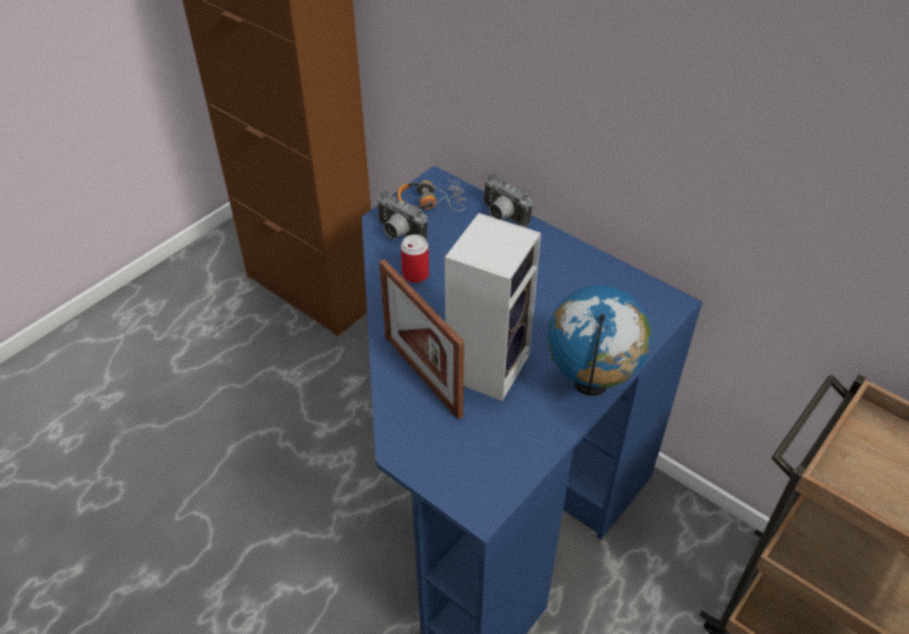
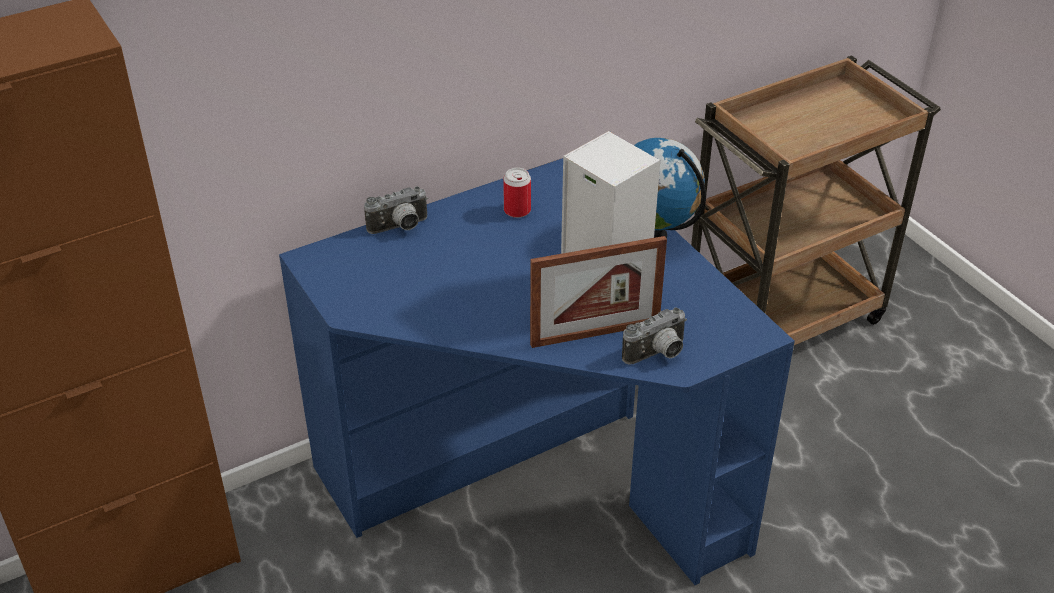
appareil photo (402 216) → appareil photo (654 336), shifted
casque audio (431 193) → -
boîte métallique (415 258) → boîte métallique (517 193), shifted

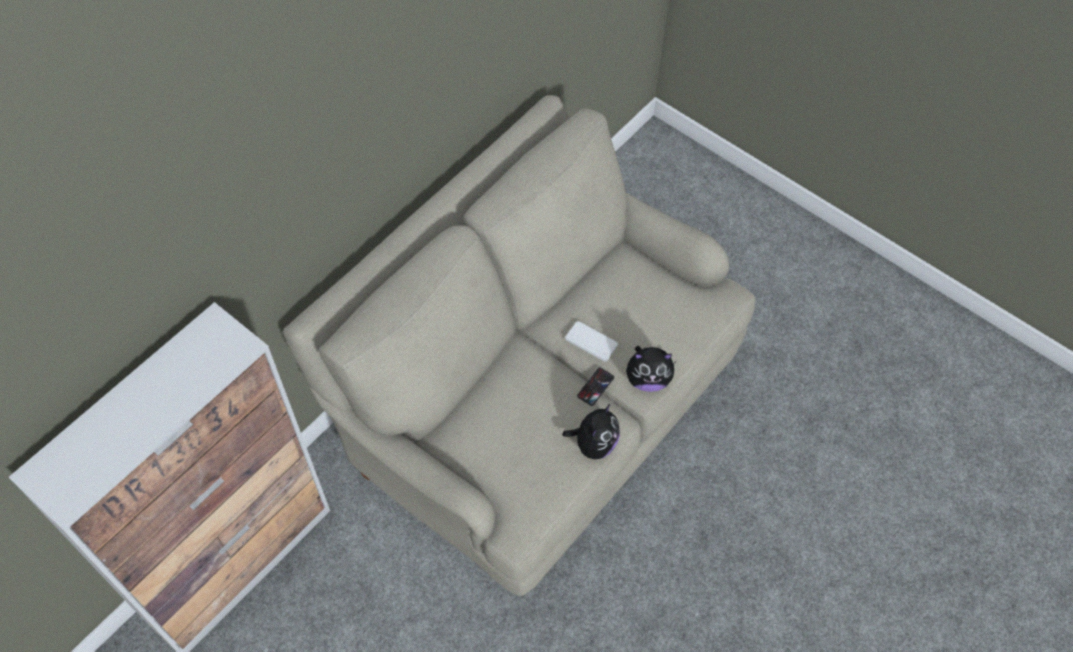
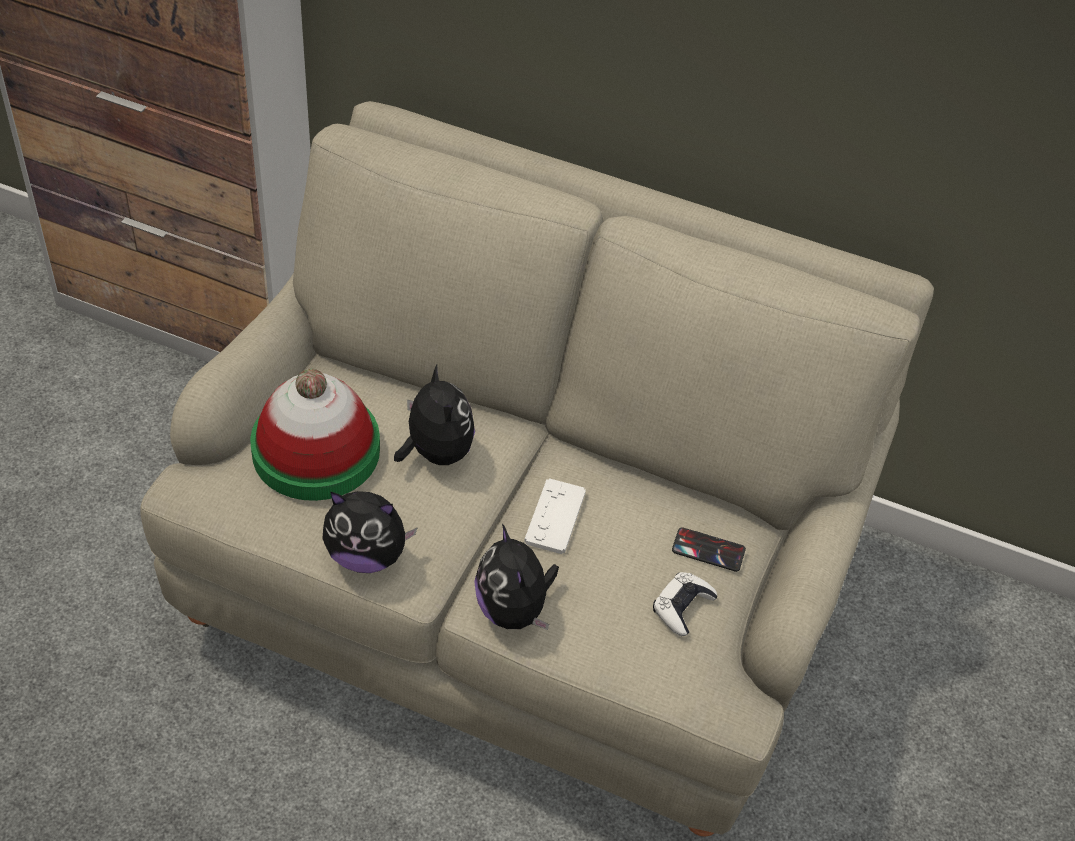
téléphone (595 387) → téléphone (709 549), shifted
- → chapeau (315 434)
- → peluche (434 415)
- → manette/blanc (685 604)

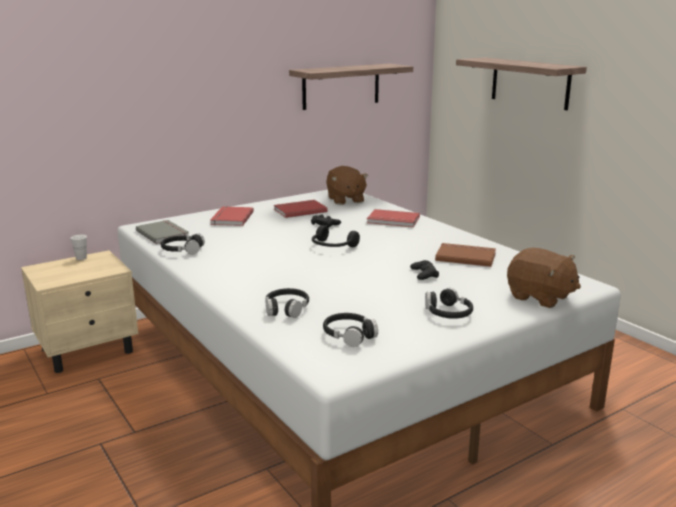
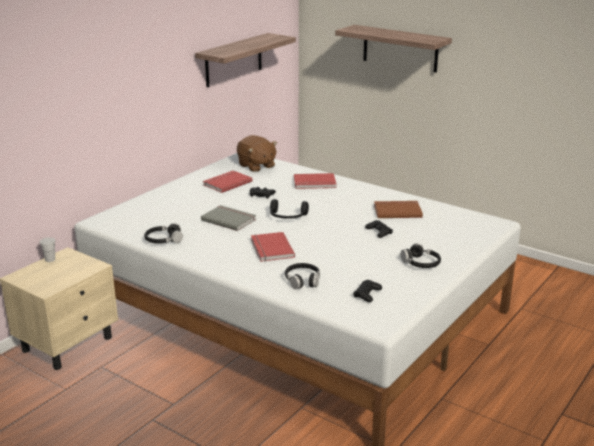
livre/gris (162 232) → livre/gris (228 218), shifted
livre/rouge (232 216) → livre/rouge (273 247), shifted
casque audio/noir (350 330) → manette/noir (367 291)
peluche/marron (544 278) → -

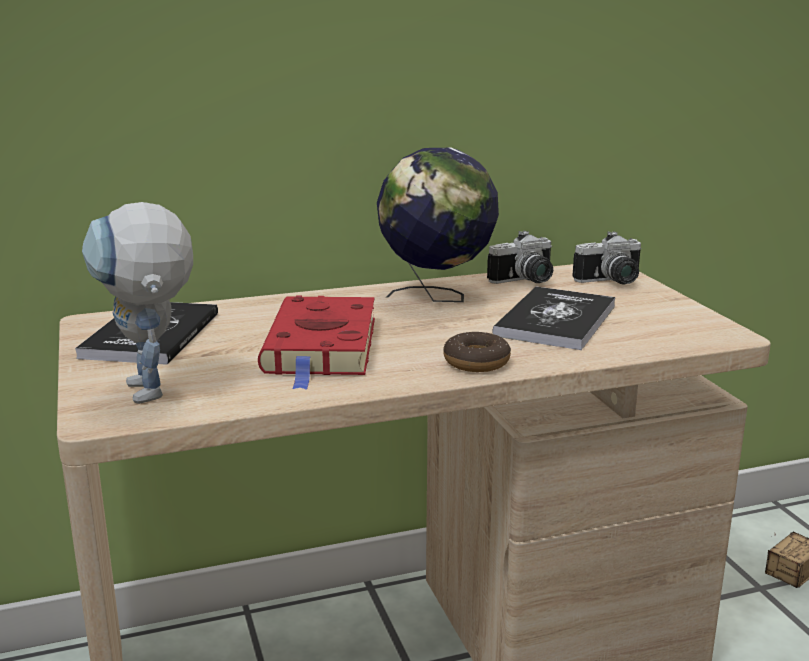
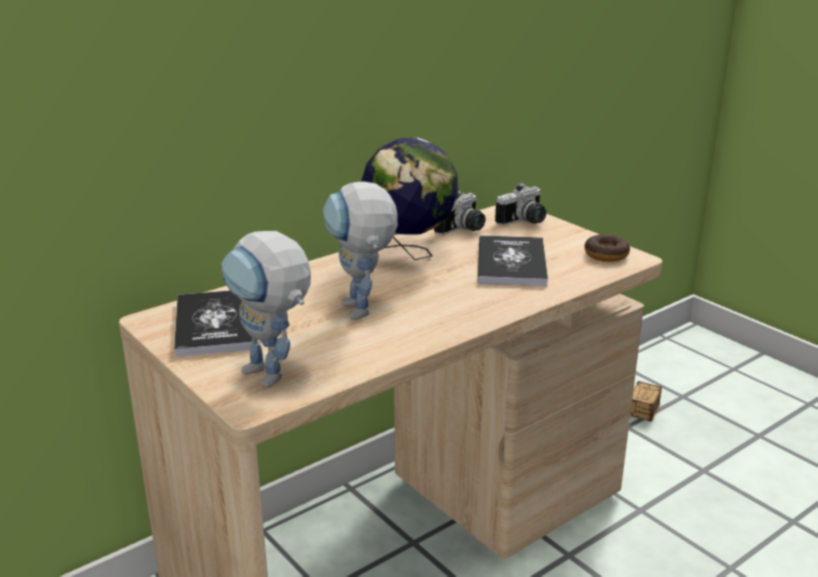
livre/rouge (316 343) → robot jouet (360 251)
beignet (477 352) → beignet (607 248), shifted

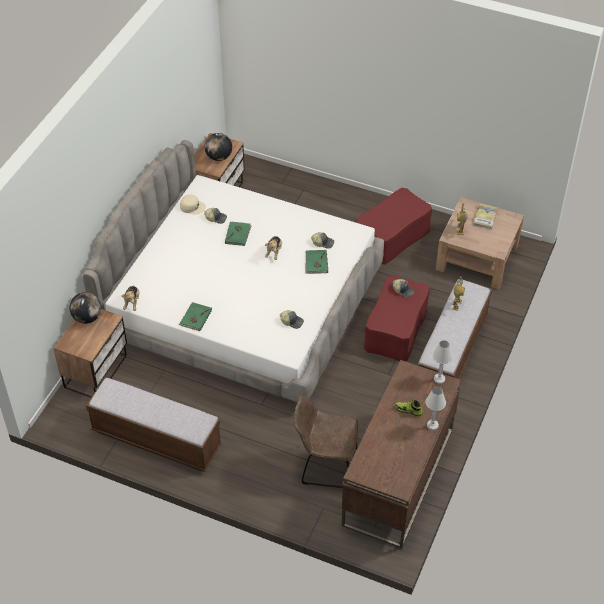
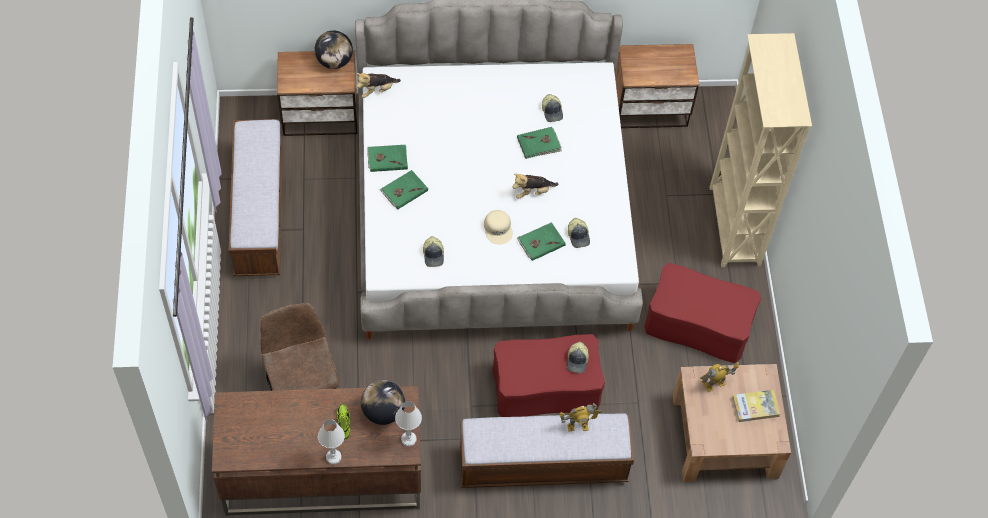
casquette/beige (193 204) → casquette/beige (498 227), shifted
globe (218 147) → globe (383 402), shifted
- → livre/vert (404 189)
- → bibliothèque/beige (760 150)

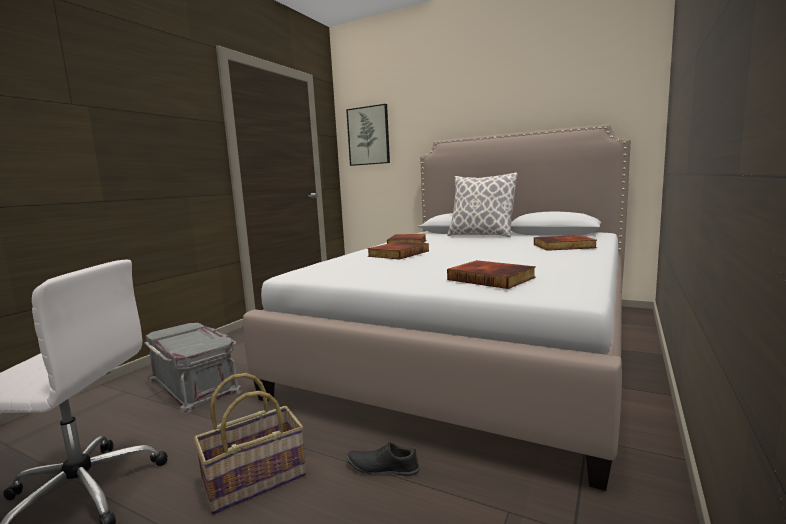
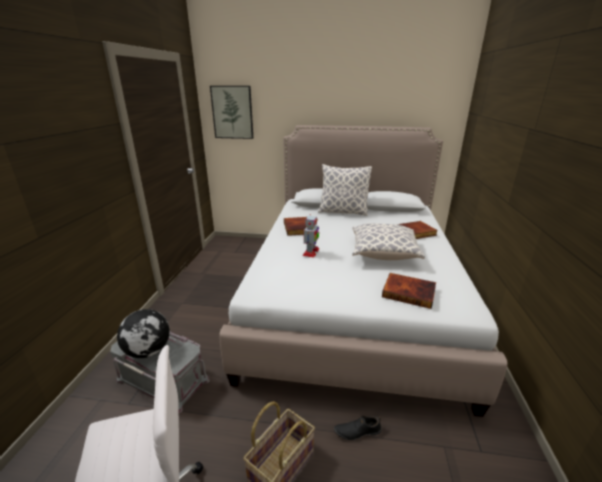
livre (398 251) → robot jouet (310 236)
- → globe (143 333)
- → coussin (388 241)

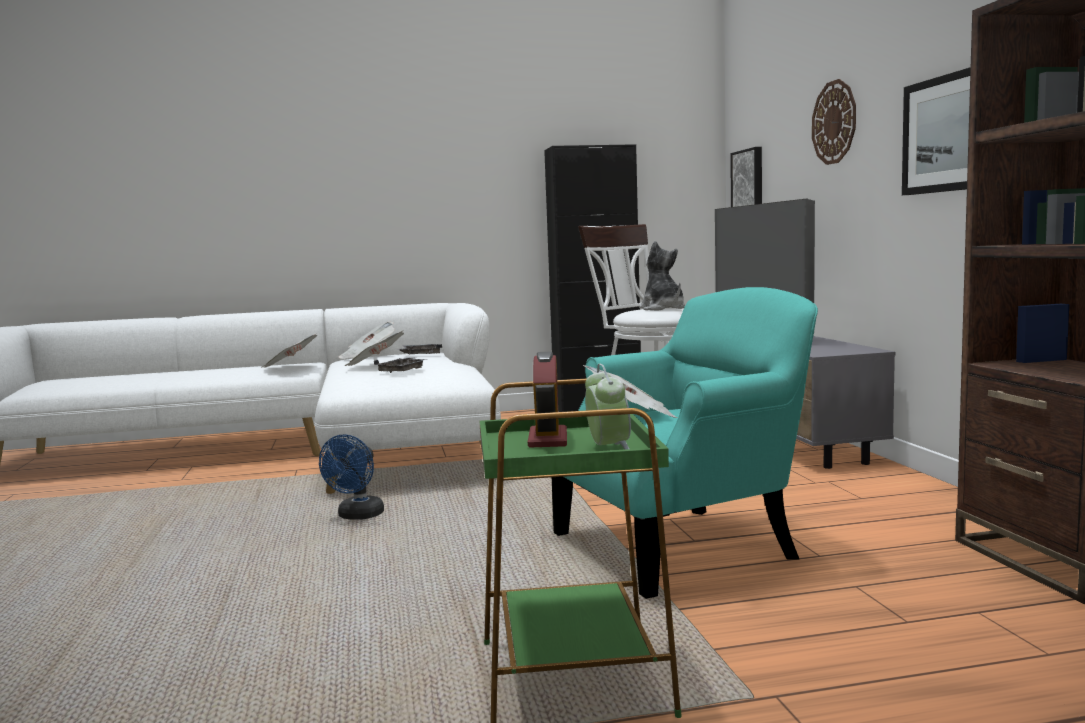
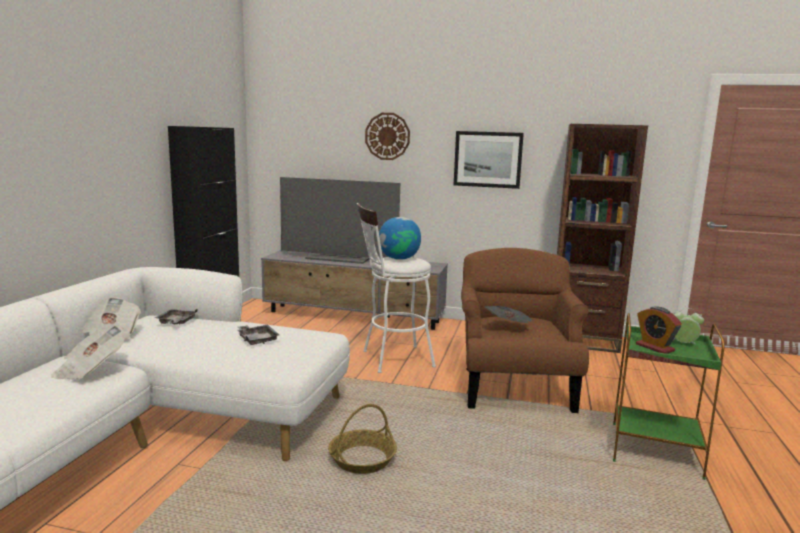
ventilateur/bleu (351 477) → panier (362 439)
journal (374 348) → -
réveil (547 399) → réveil (659 330), 150 degrees counterclockwise
fauteuil/turquoise (685 443) → fauteuil/marron (525 330)
peluche (662 276) → globe (400 238)
tableau (746 177) → -

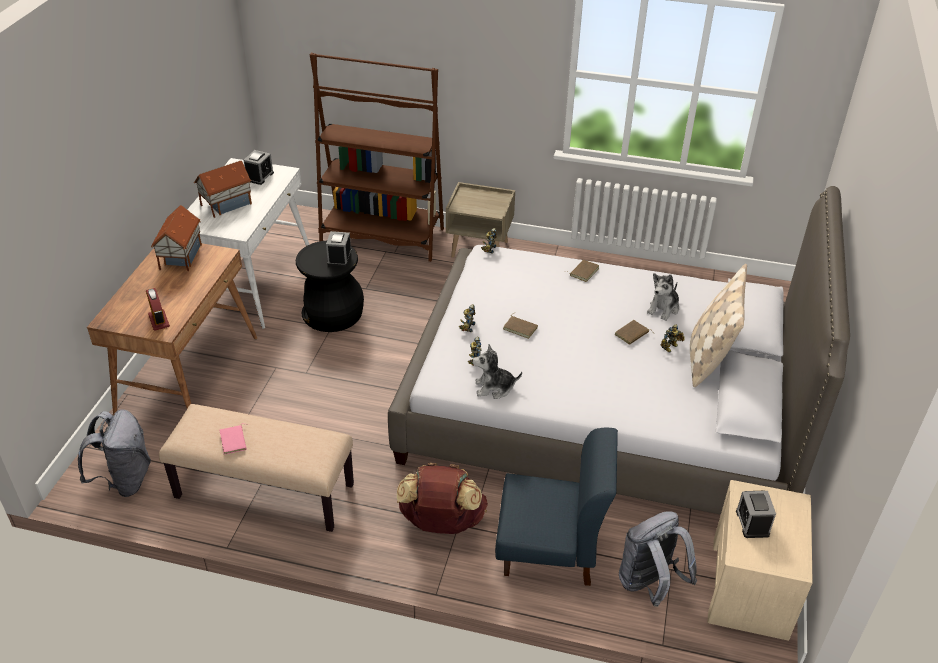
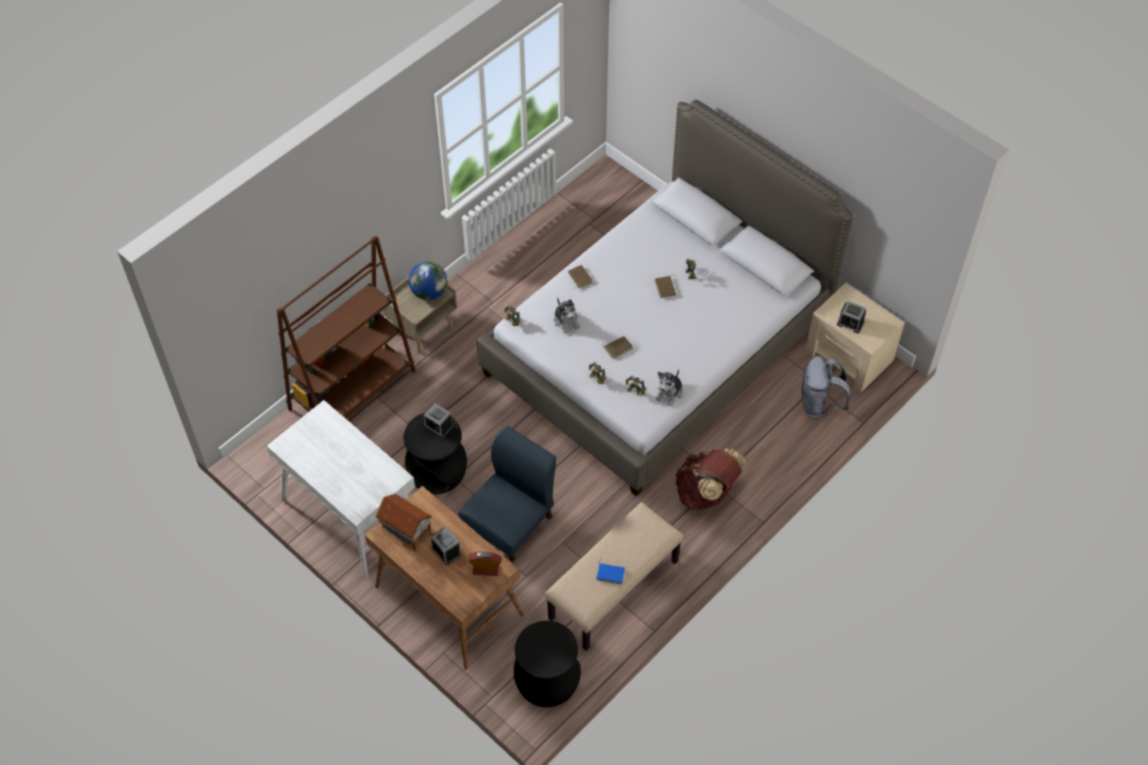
sac à dos/gris (114 453) → tabouret/noir (547 664)
maison miniature (223 189) → -
livre/rose (234 439) → livre/bleu (610 571)
réveil (259 167) → réveil (446 545), shifted
chaise/bleu (556 507) → chaise/bleu (507 494), shifted
peluche (663 297) → peluche (567 315), shifted
coussin/beige (718 325) → -
- → globe (427 281)

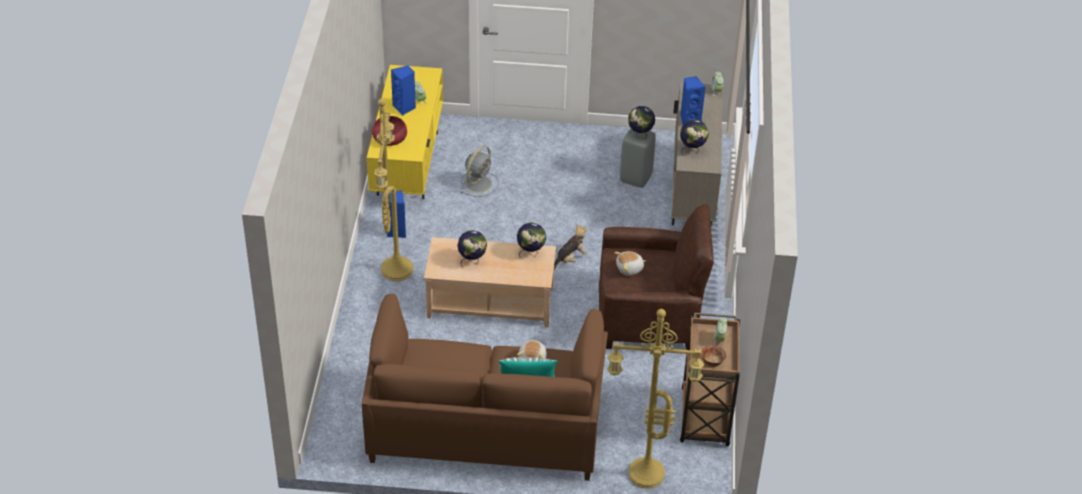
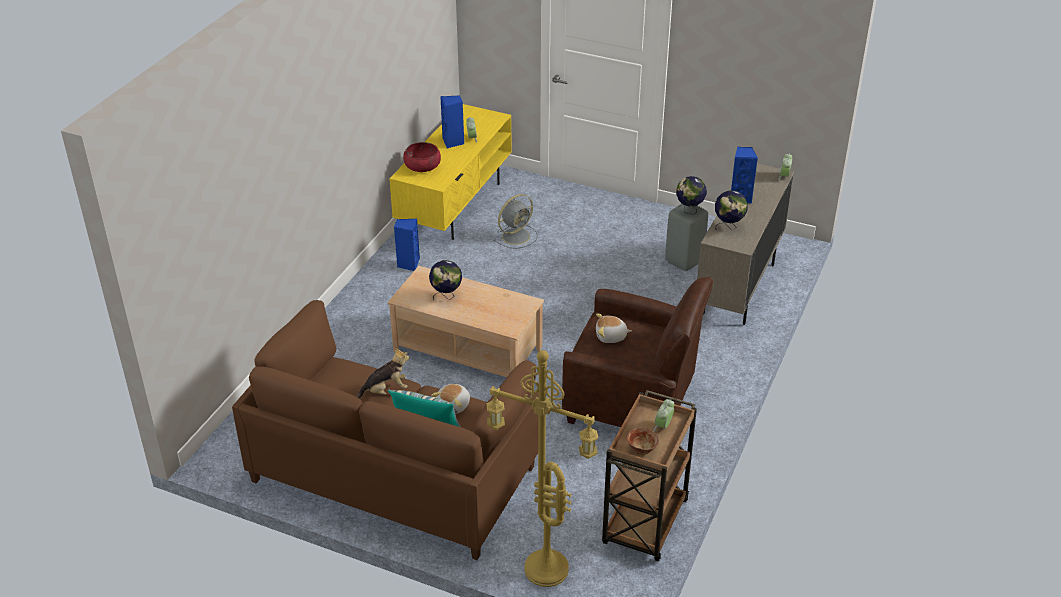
lampadaire/jaune (393 190) → -
globe (531 240) → -
peluche (570 247) → peluche (382 372), shifted

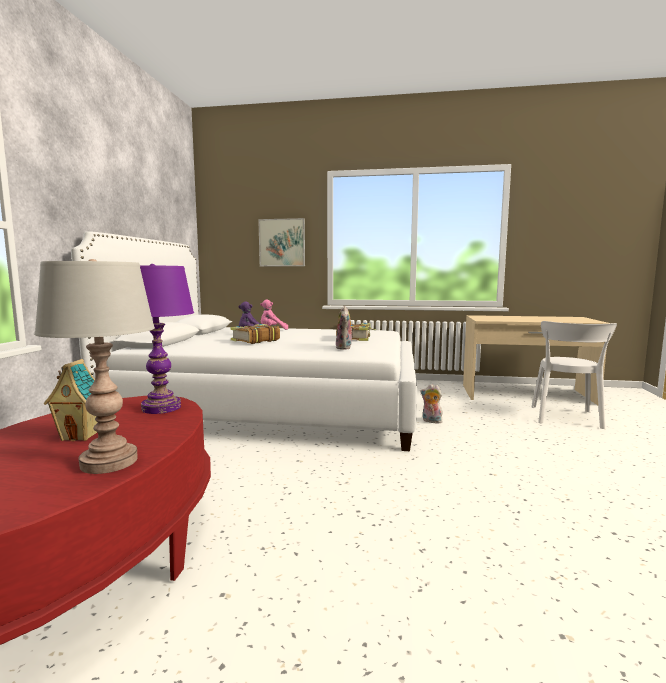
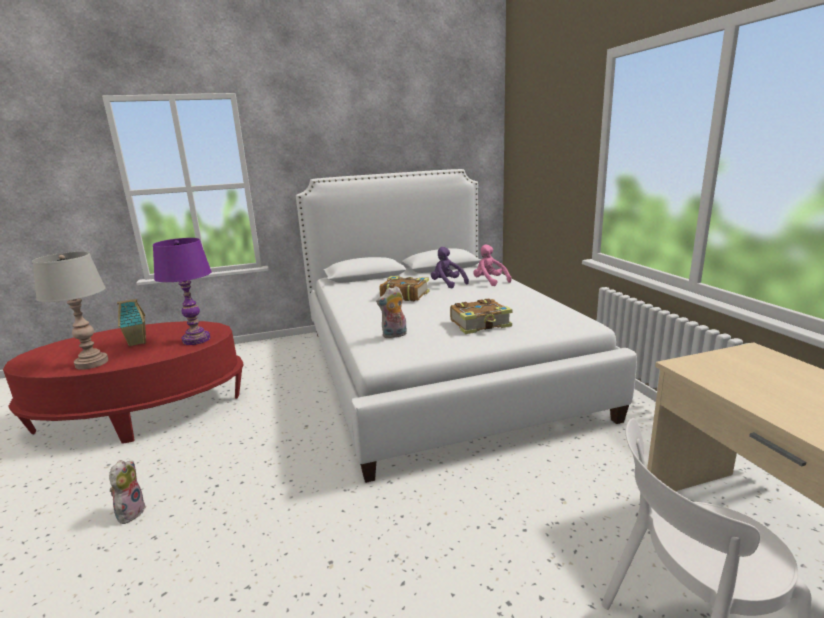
tableau (281 242) → -
peluche (431 404) → peluche (127 492), shifted

